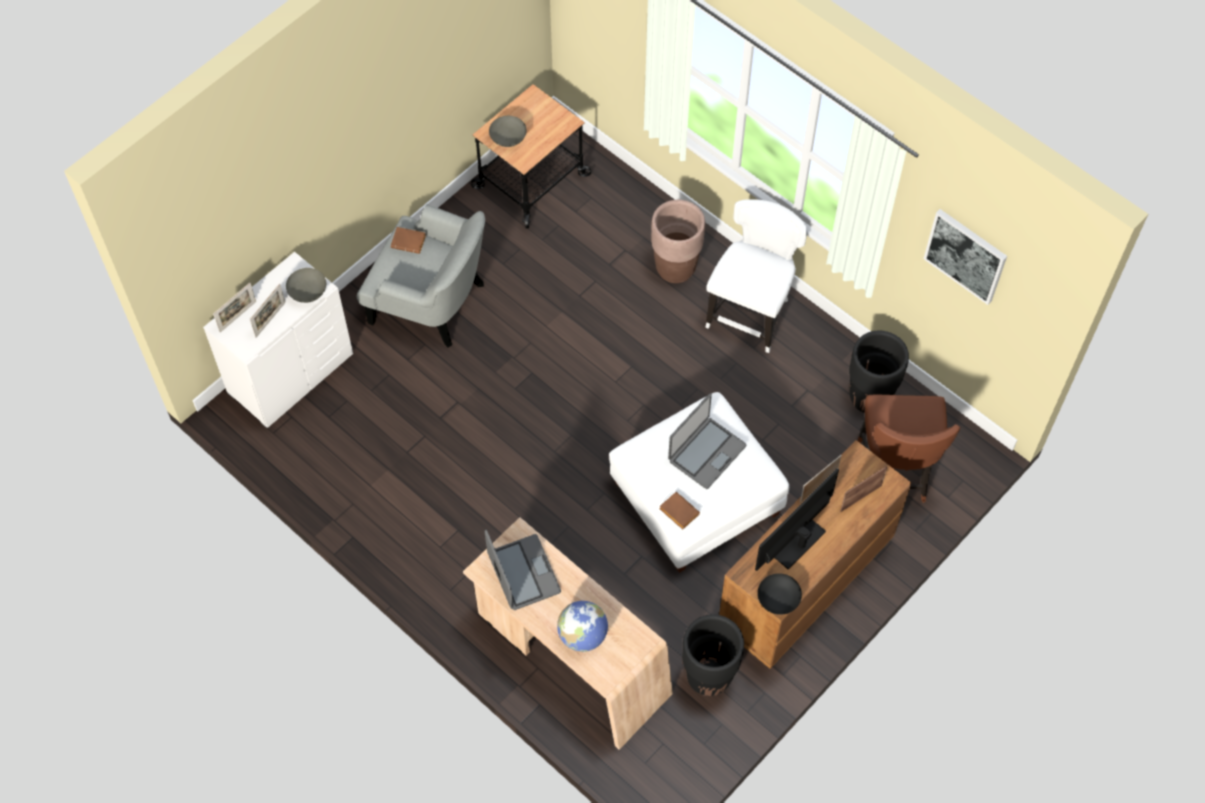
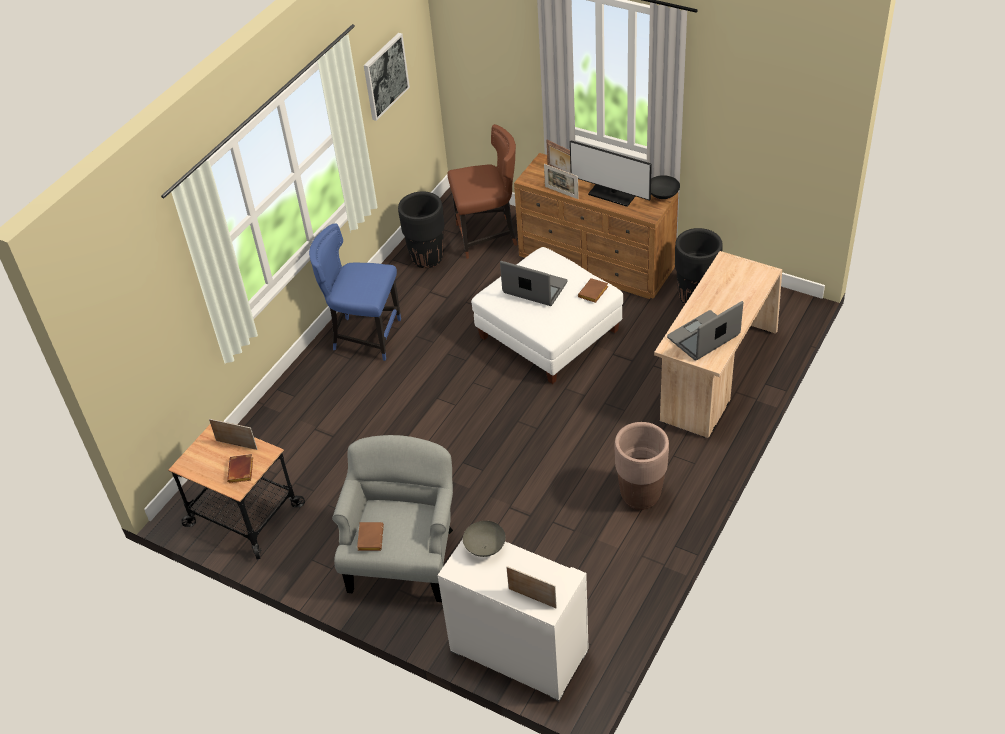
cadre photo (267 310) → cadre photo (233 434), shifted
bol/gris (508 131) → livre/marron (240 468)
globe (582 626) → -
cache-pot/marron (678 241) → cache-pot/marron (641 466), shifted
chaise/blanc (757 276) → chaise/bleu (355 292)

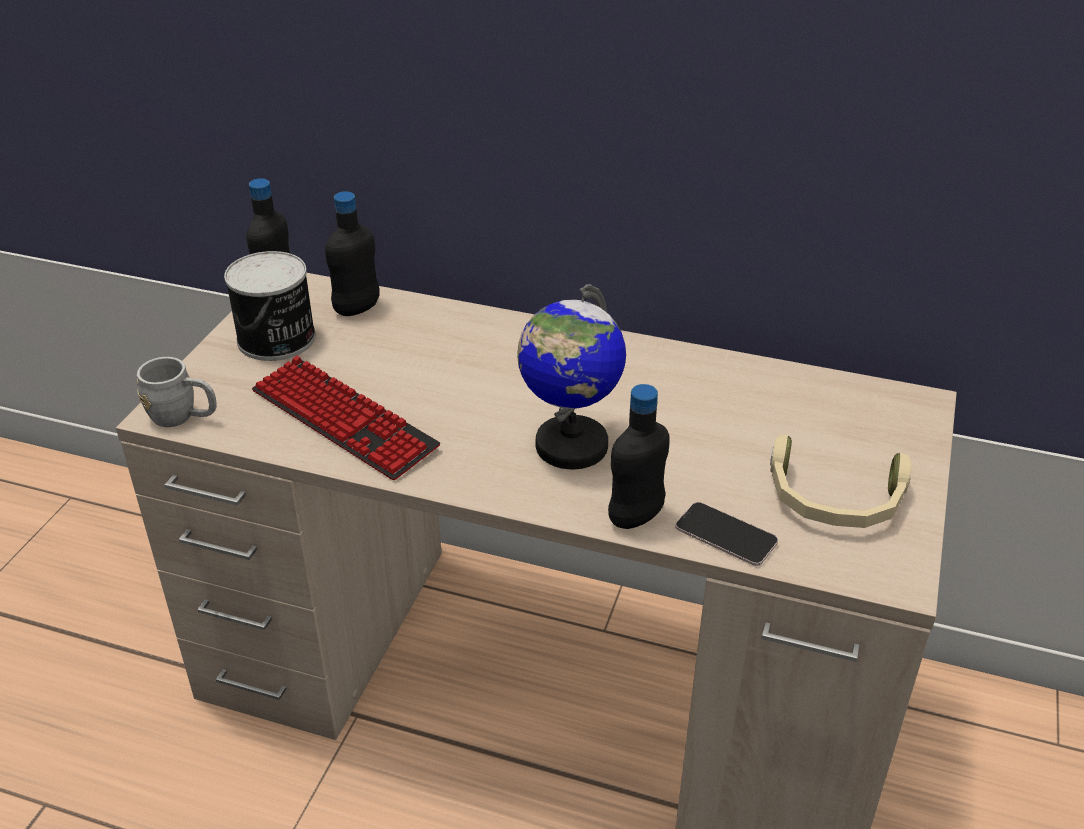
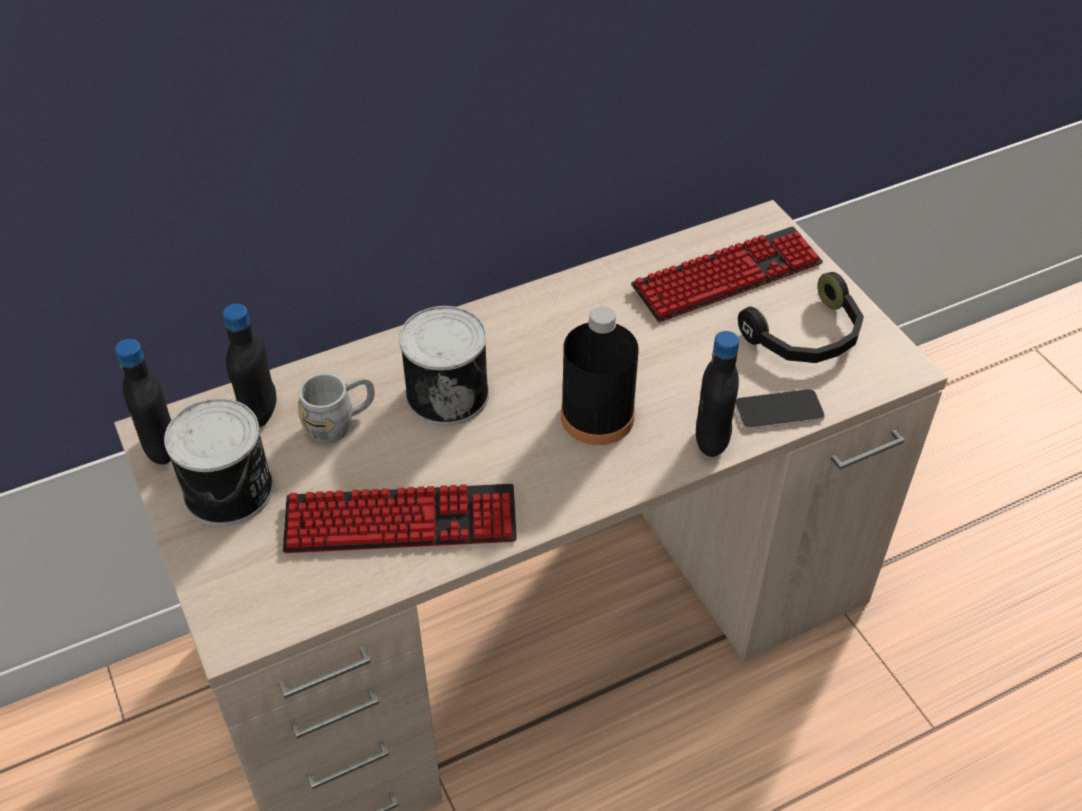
mug/gris (177 392) → mug/gris (336 408), shifted
globe (571 376) → bouteille/noir (600 375)
casque audio/beige (840 481) → casque audio/noir (801 317)
- → boîte métallique (444 366)
- → clavier (727 274)

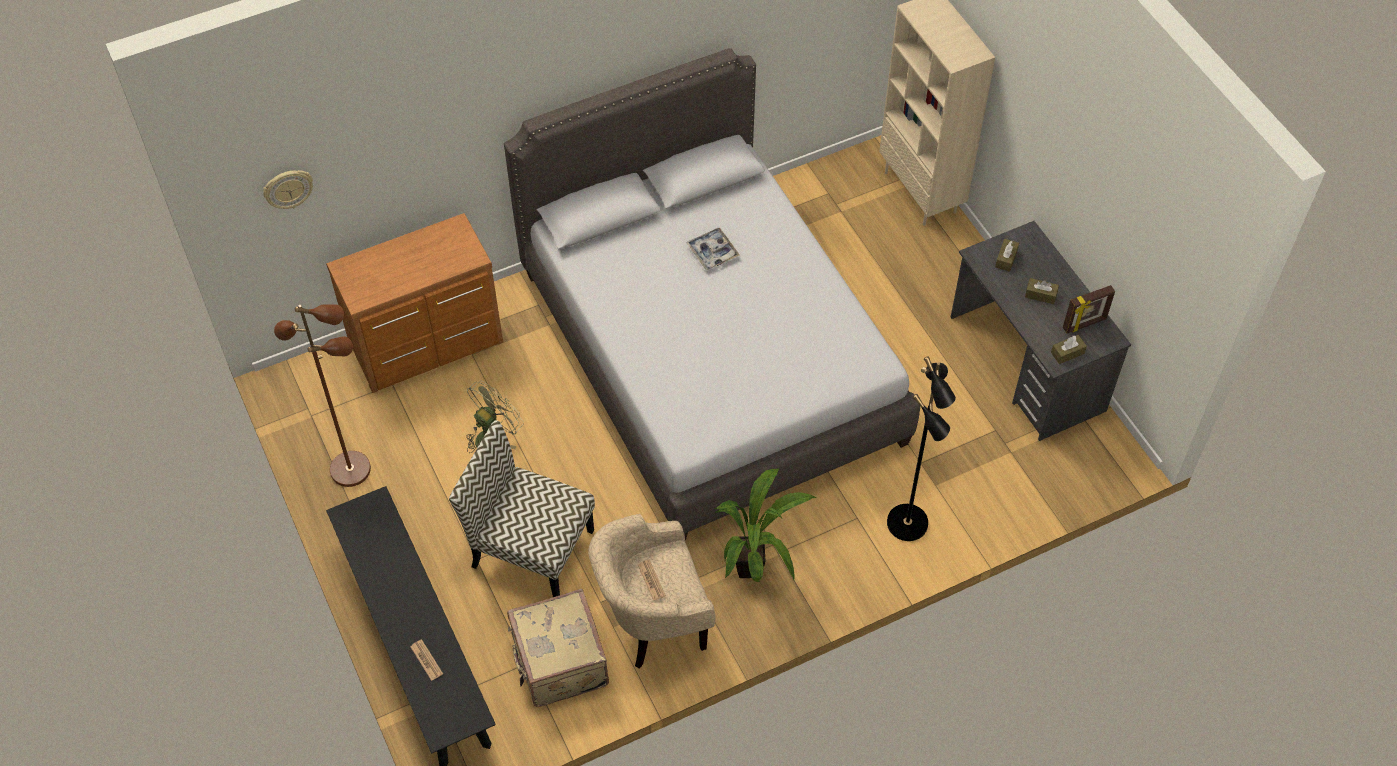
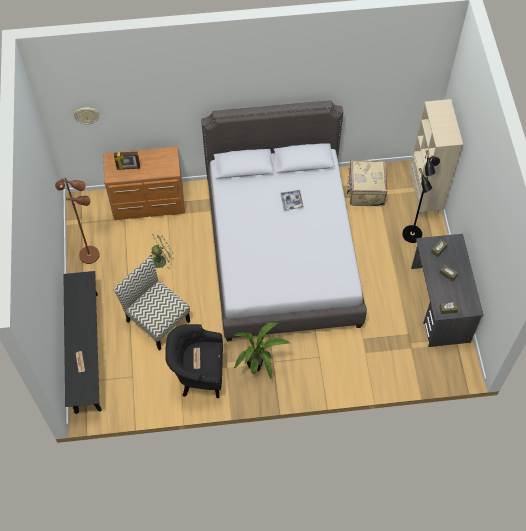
valise/beige (558 648) → valise/beige (367 183), shifted
fauteuil/beige (651 591) → fauteuil/noir (194 361)
lampadaire/noir (921 449) → lampadaire/noir (421 196), shifted
cadre photo (1089 309) → cadre photo (127 161), shifted

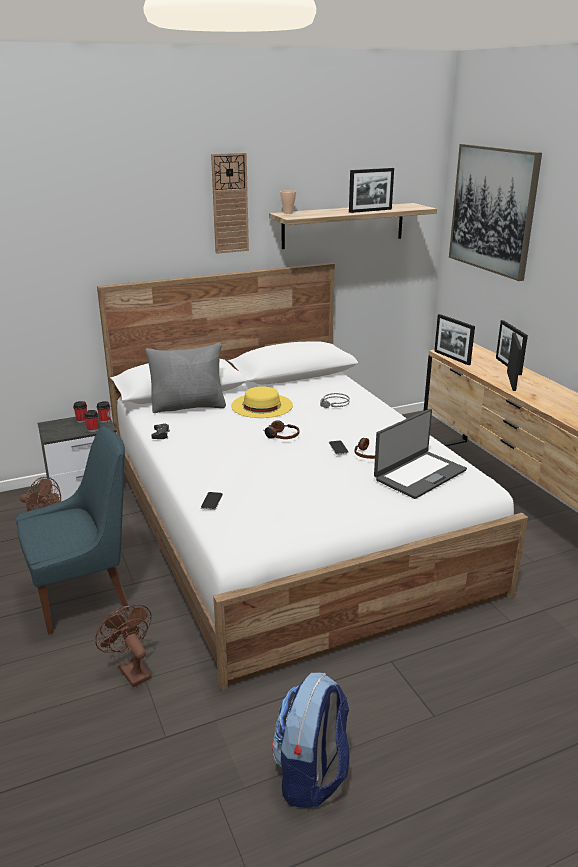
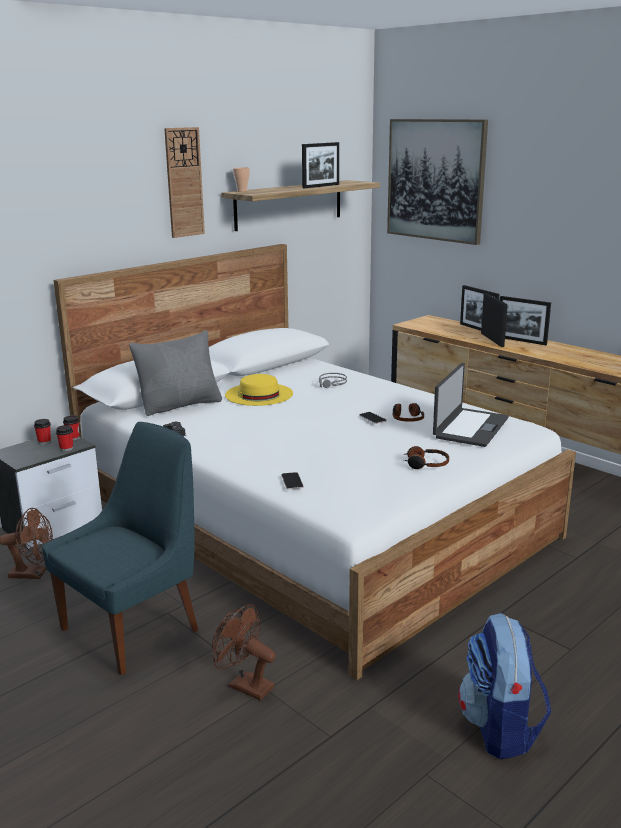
casque audio (281 429) → casque audio (426 457), shifted
cadre photo (454 339) → cadre photo (525 320), shifted

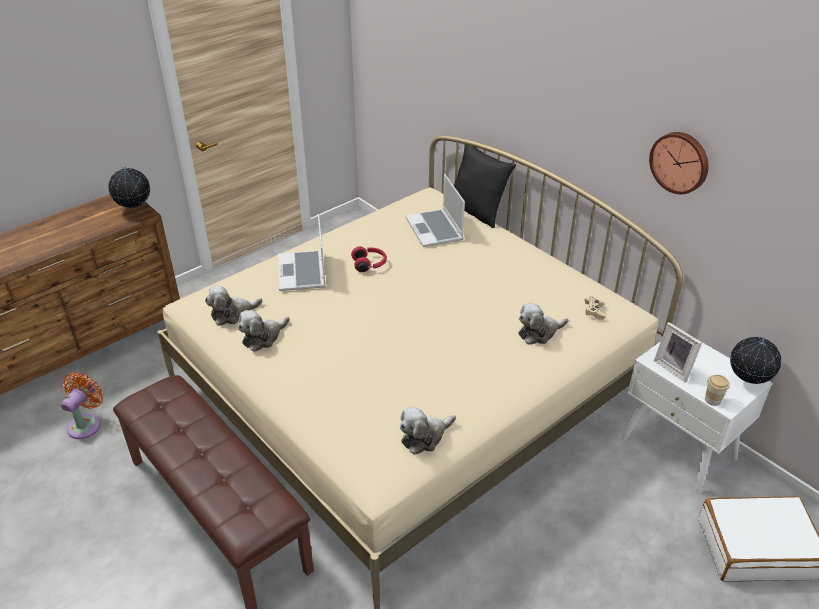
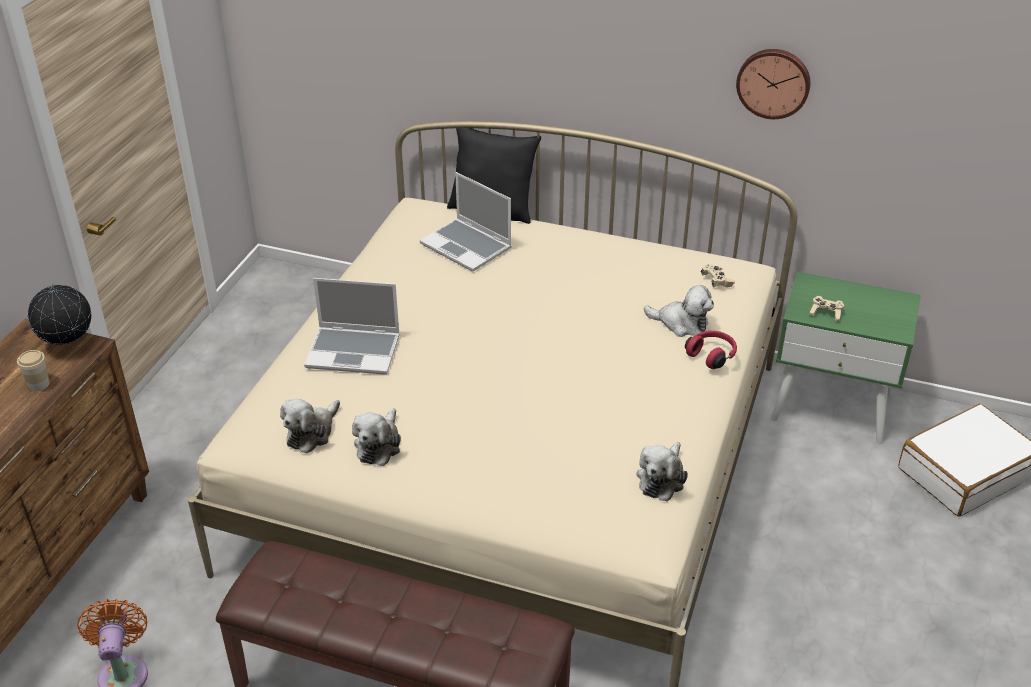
ordinateur portable (302 252) → ordinateur portable (352 326), 45 degrees counterclockwise
casque audio/rouge (369 259) → casque audio/rouge (711 350), shifted
peluche (543 324) → peluche (679 311), 105 degrees counterclockwise
table de chevet/blanc (696 416) → table de chevet/vert (846 358)
cadre photo (678 352) → manette/beige (827 309)
tasse (717 390) → tasse (33 370), shifted
globe (755 360) → -

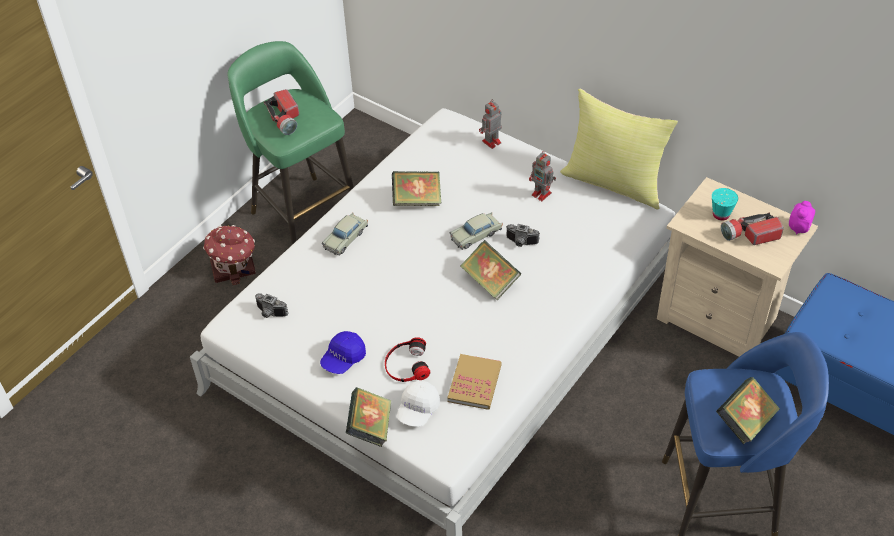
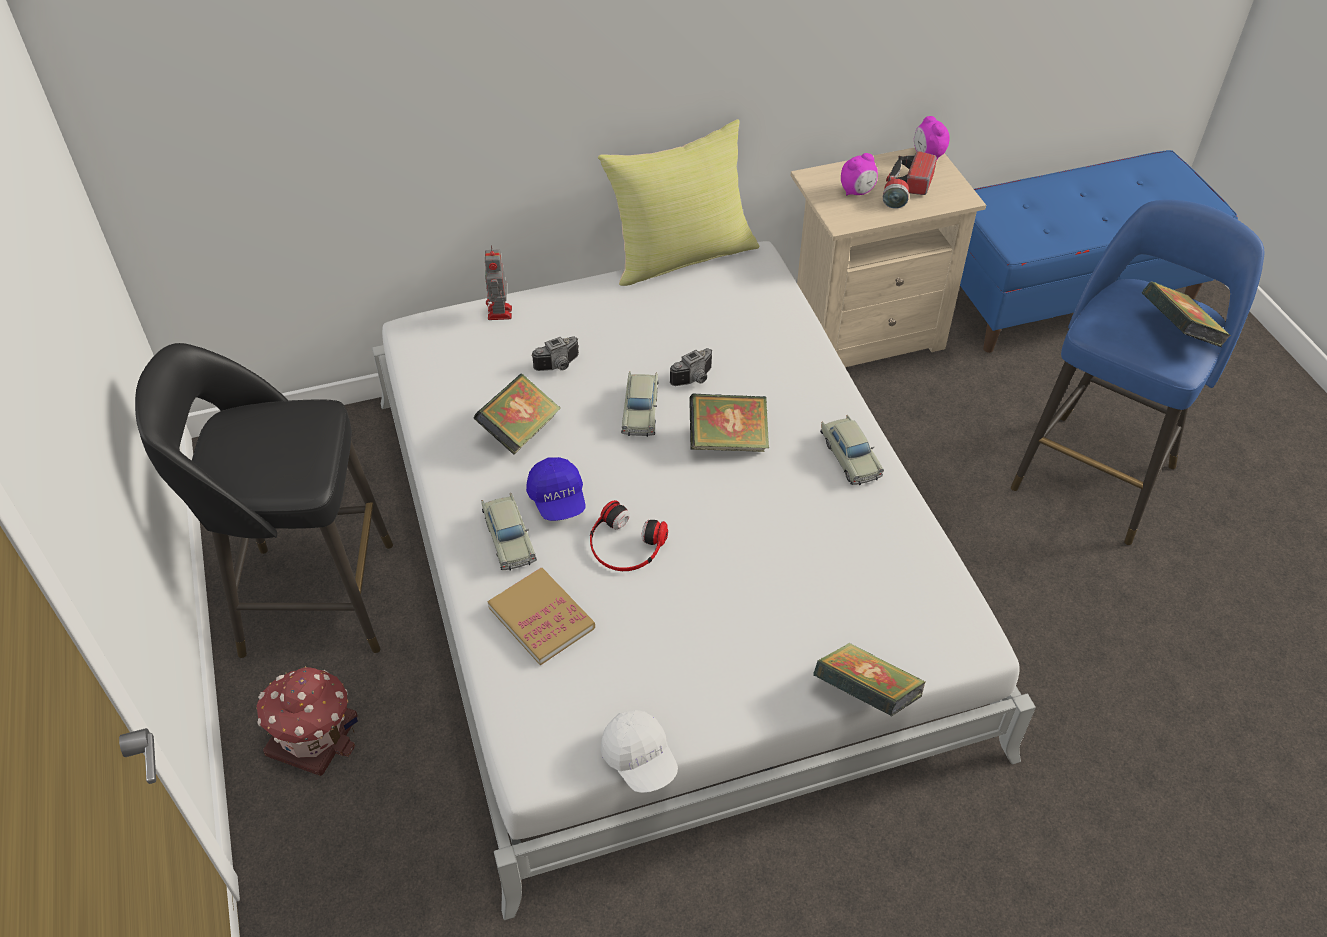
tabouret/vert (290 143) → tabouret/noir (264 500)
appareil photo (271 305) → appareil photo (555 353), shifted
lampe de poche (281 112) → -
casquette/bleu (343 352) → casquette/bleu (555 489), shifted
casque audio (407 359) → casque audio (629 535), shifted
casquette/blanc (418 404) → casquette/blanc (639 751), shifted
livre (474 382) → livre (541 616), shifted
robot jouet (542 176) → -
tasse/turquoise (725 204) → réveil (859 174)
- → petite voiture/beige (852 450)

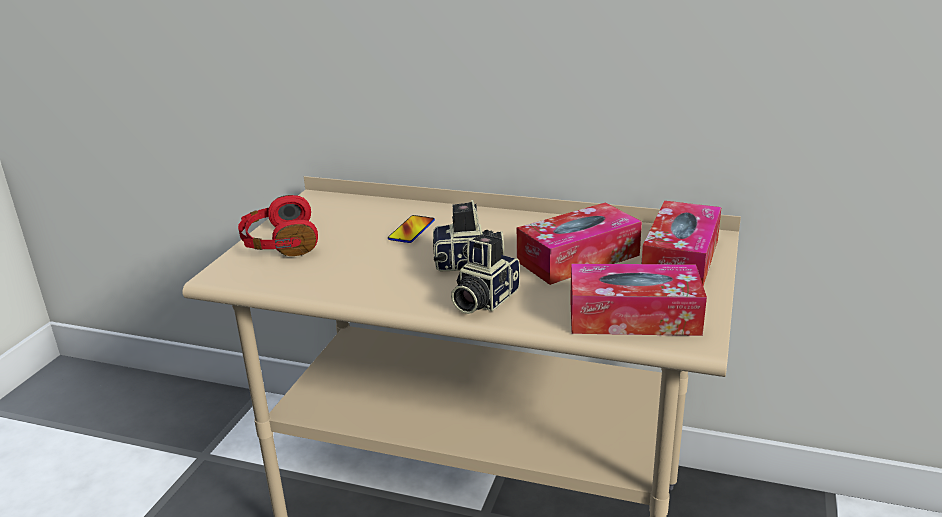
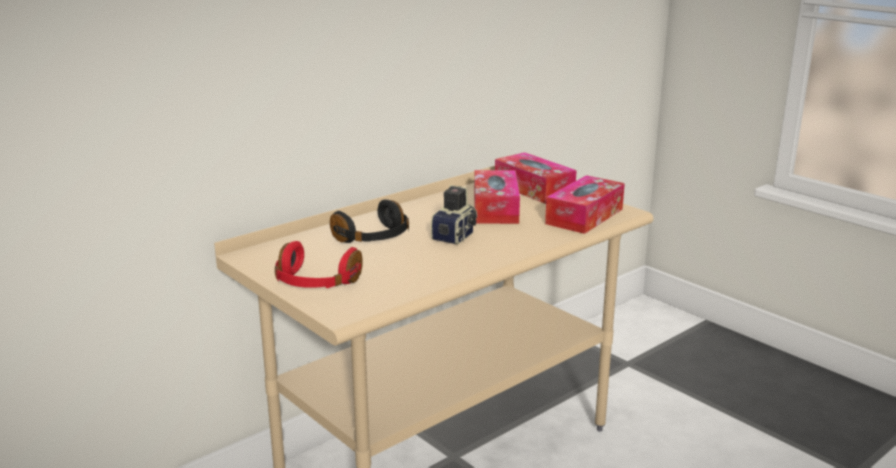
téléphone (411 229) → casque audio/noir (369 221)
appareil photo (485 274) → -

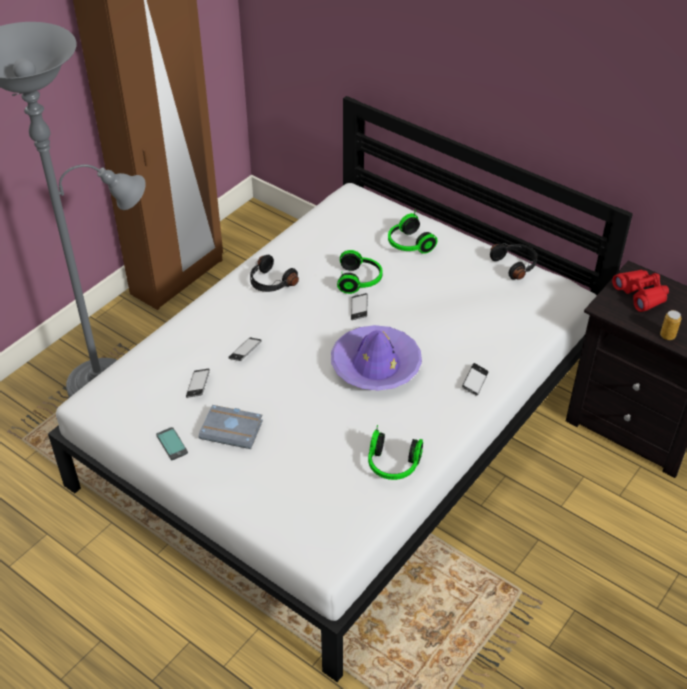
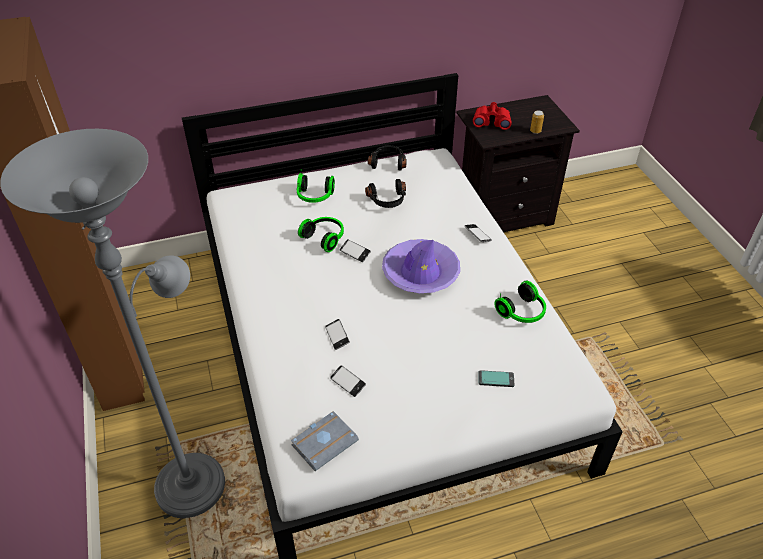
téléphone (172 443) → téléphone (496 378), shifted
livre/gris (231 427) → livre/gris (325 441), shifted
casque audio/noir (274 273) → casque audio/noir (385 193), shifted

